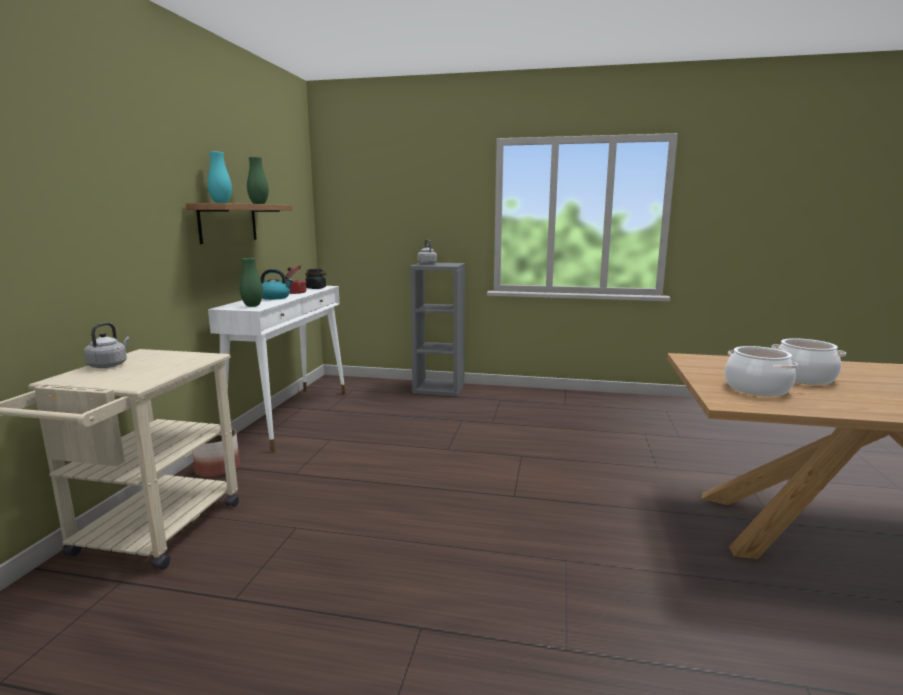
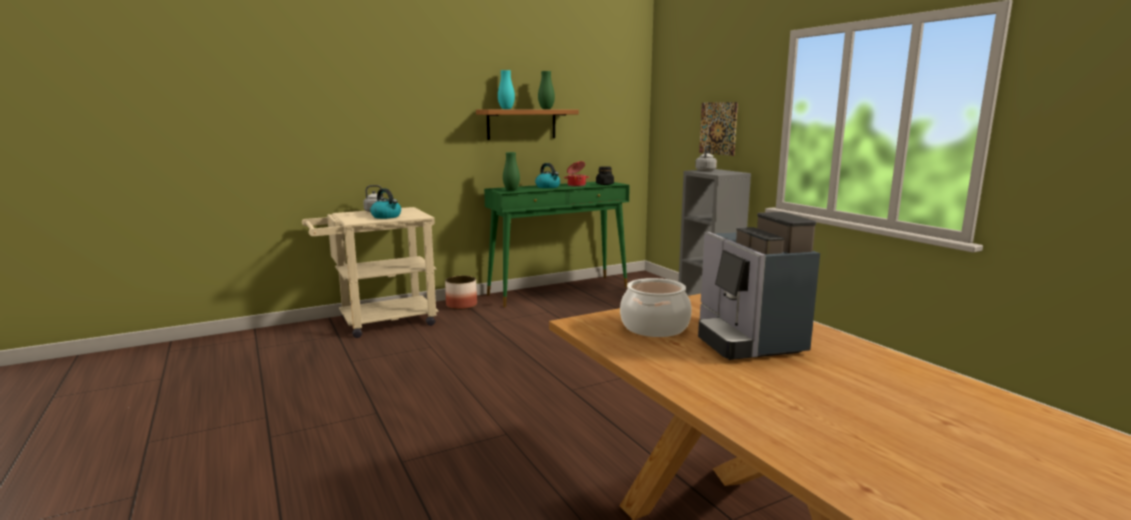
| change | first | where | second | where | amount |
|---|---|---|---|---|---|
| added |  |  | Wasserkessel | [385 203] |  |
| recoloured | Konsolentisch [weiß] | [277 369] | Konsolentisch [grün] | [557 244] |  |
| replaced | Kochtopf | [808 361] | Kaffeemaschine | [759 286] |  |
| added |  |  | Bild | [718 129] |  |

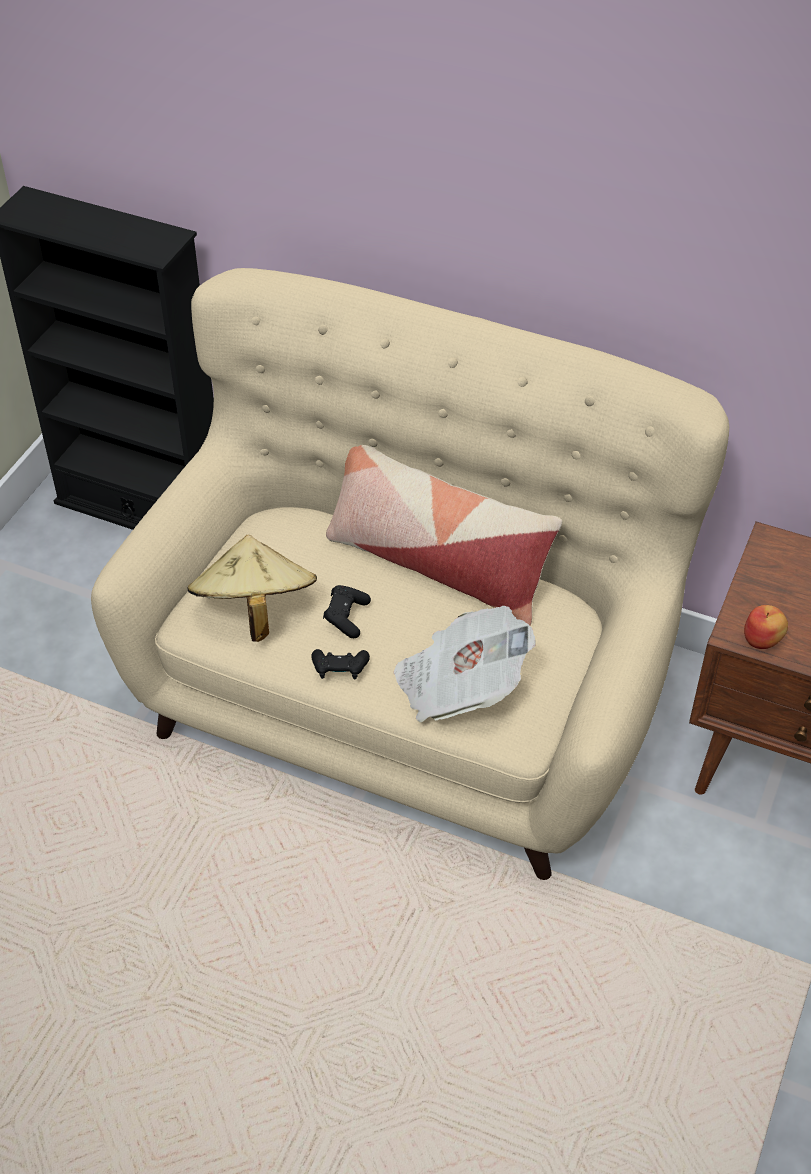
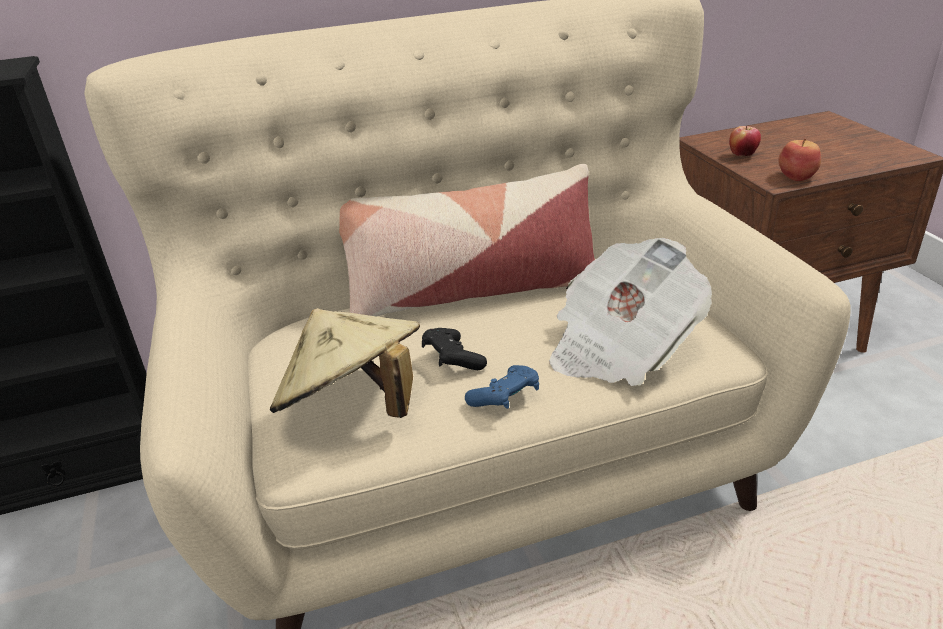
| change | first | where | second | where | amount |
|---|---|---|---|---|---|
| recoloured | Gamepad [schwarz] | [340 664] | Gamepad [blau] | [502 387] |  |
| added |  |  | Apfel | [745 141] |  |

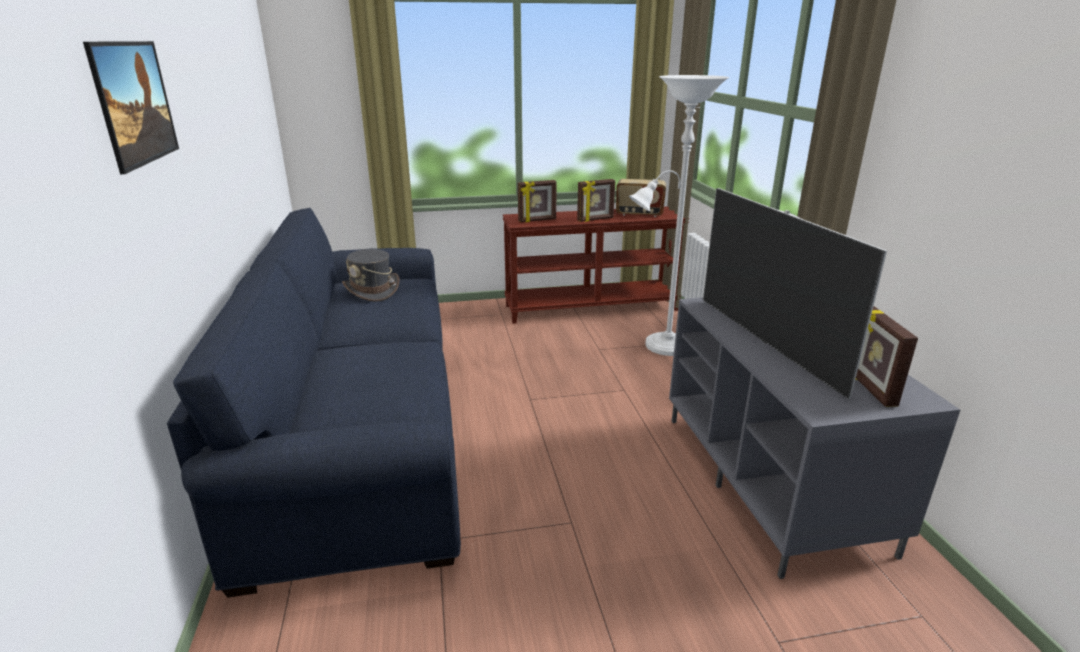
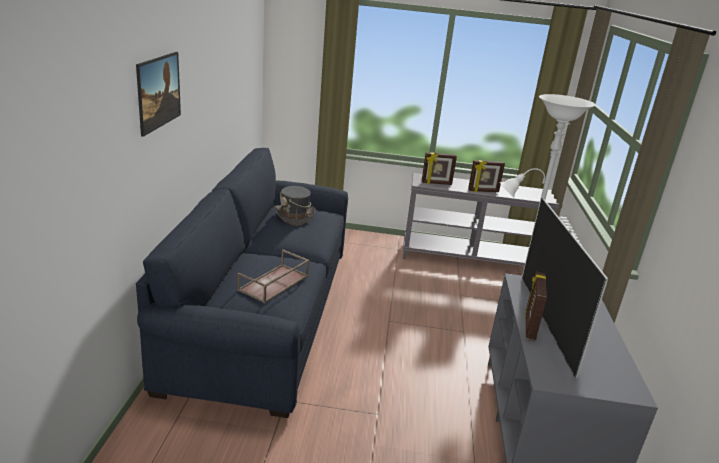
| change | first | where | second | where | amount |
|---|---|---|---|---|---|
| added |  |  | Tablett [braun] | [273 276] |  |
| recoloured | Konsolentisch [braun] | [595 265] | Konsolentisch [grau] | [483 219] |  |
| moved | Bilderrahmen | [886 357] |  | [536 306] |  |
| removed | Radio | [641 198] |  |  |  |

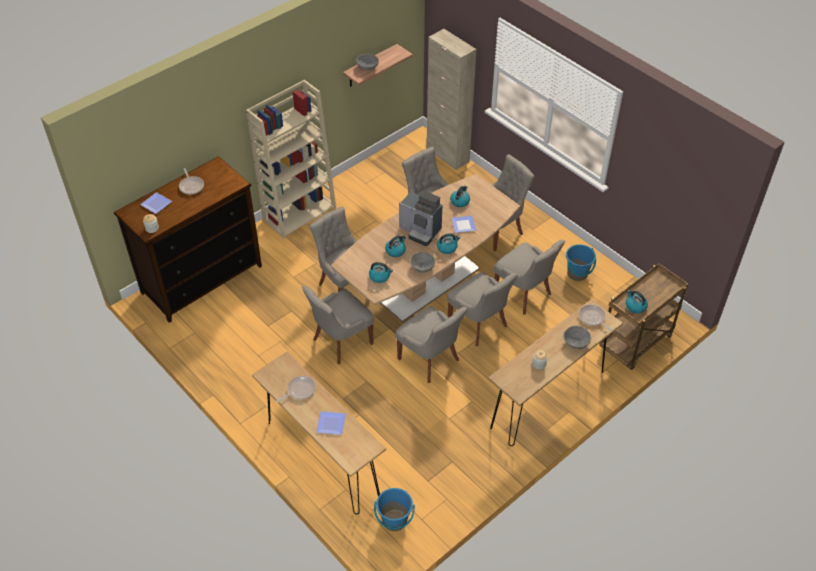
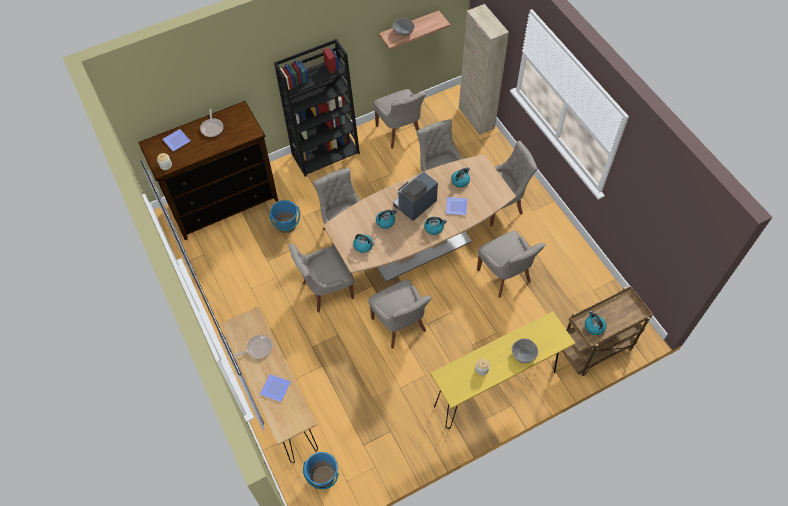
| change | first | where | second | where | amount |
|---|---|---|---|---|---|
| moved | Eimer [blau] | [581 262] |  | [284 216] |  |
| recoloured | Bücherregal [beige] | [291 159] | Bücherregal [schwarz] | [317 108] |  |
| moved | Stuhl [grau] | [482 309] |  | [400 119] |  |
| turned | Kaffeemaschine | [420 218] |  | [415 196] | 90 degrees clockwise |
| recoloured | Konsolentisch [braun] | [555 372] | Konsolentisch [gelb] | [502 370] |  |
| removed | Schüssel [grau] | [422 262] |  |  |  |
| removed | Pfanne | [596 318] |  |  |  |

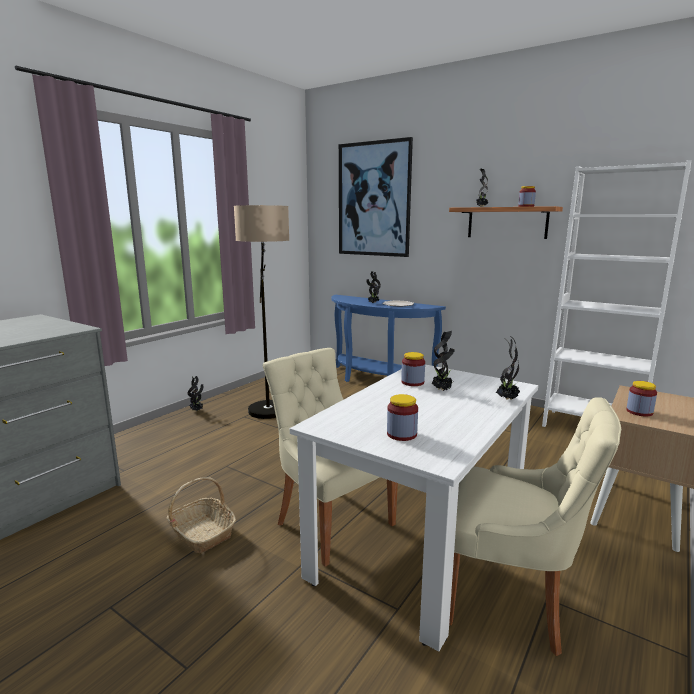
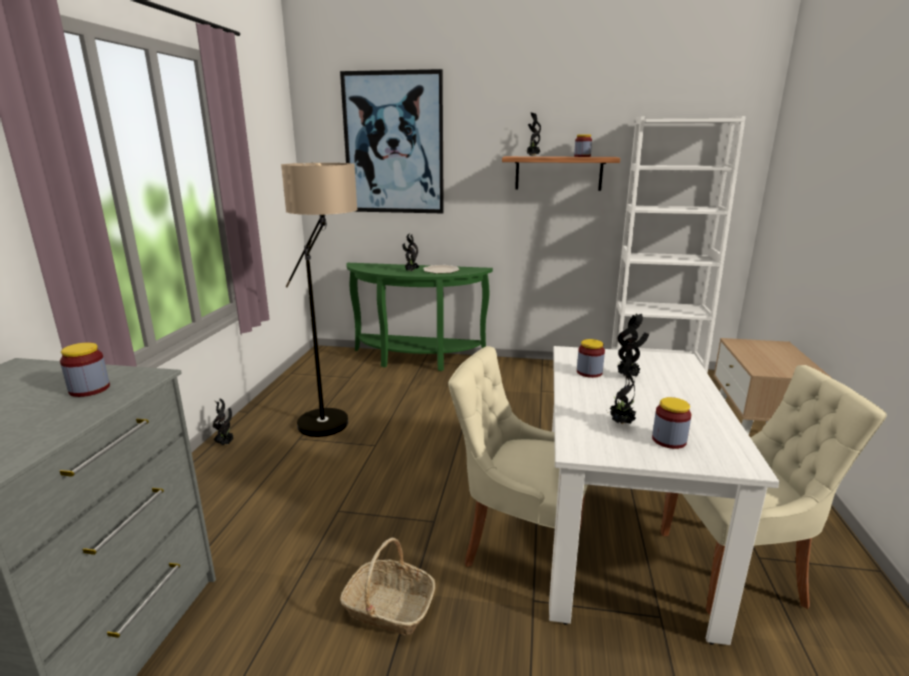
| change | first | where | second | where | amount |
|---|---|---|---|---|---|
| moved | Vorratsglas | [641 399] |  | [85 369] |  |
| recoloured | Konsolentisch [blau] | [388 338] | Konsolentisch [grün] | [419 317] |  |
| moved | Topfpflanze | [508 369] |  | [622 386] |  |

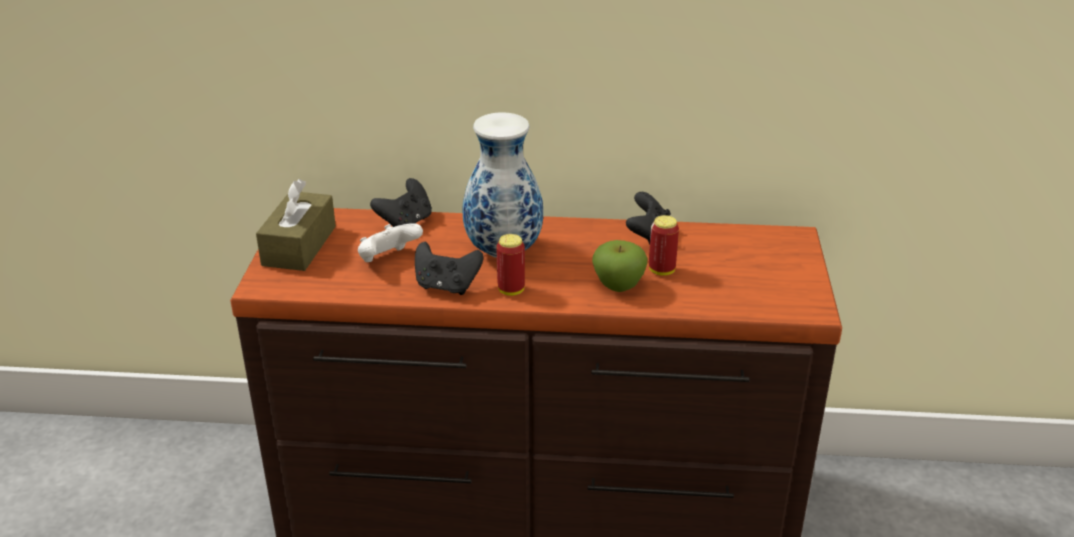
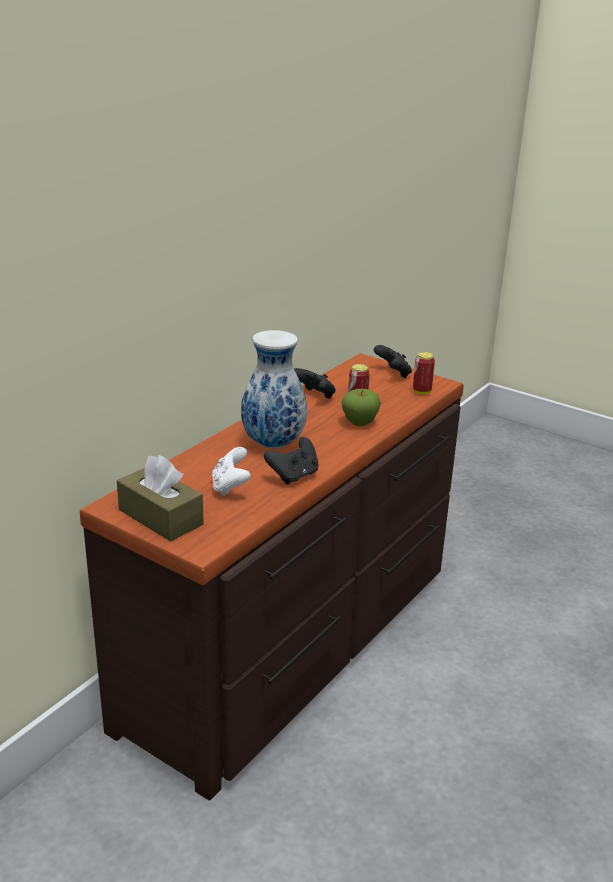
| change | first | where | second | where | amount |
|---|---|---|---|---|---|
| moved | Gamepad [schwarz] | [401 202] |  | [393 361] |  |
| moved | Dose | [510 265] |  | [424 373] |  |

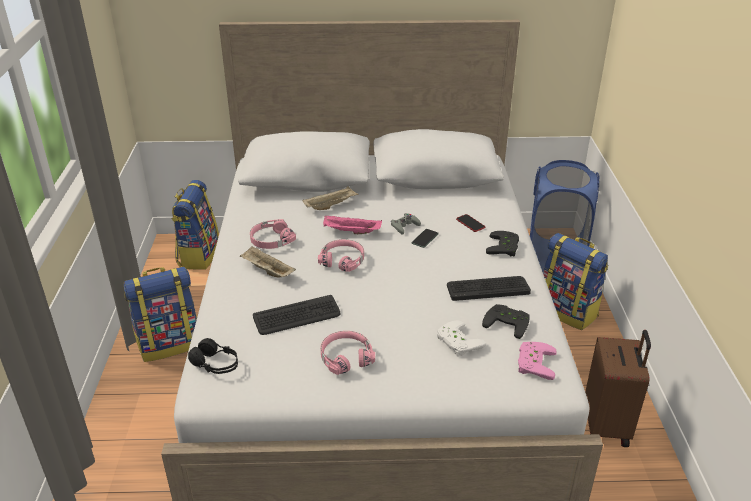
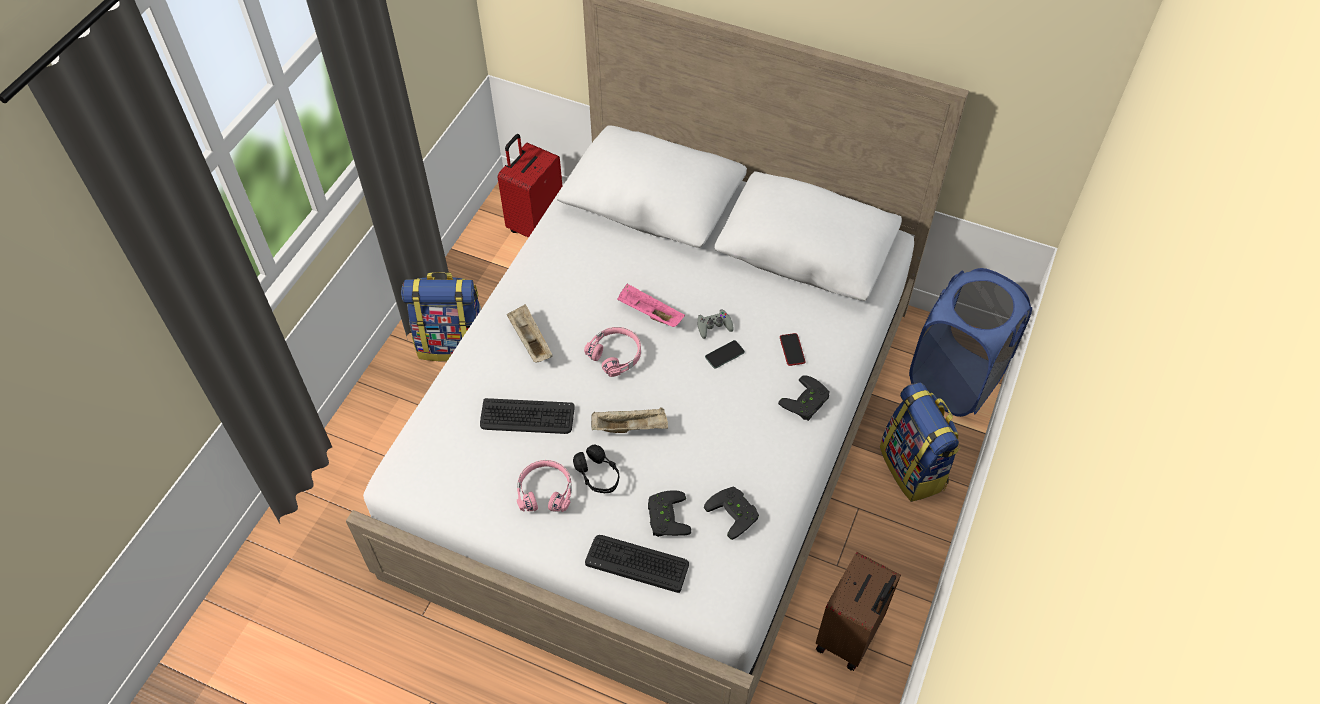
| change | first | where | second | where | amount |
|---|---|---|---|---|---|
| replaced | Rucksack | [195 225] | Koffer [rot] | [530 186] |  |
| moved | Kopfhörer [schwarz] | [213 356] |  | [596 468] |  |
| moved | Tastatur | [489 288] |  | [637 564] |  |
| moved | Tablett [beige] | [330 198] |  | [629 420] |  |
| recoloured | Gamepad [weiß] | [461 338] | Gamepad [schwarz] | [669 513] |  |
| removed | Kopfhörer [rosa] | [273 234] |  |  |  |
| removed | Gamepad [rosa] | [537 361] |  |  |  |

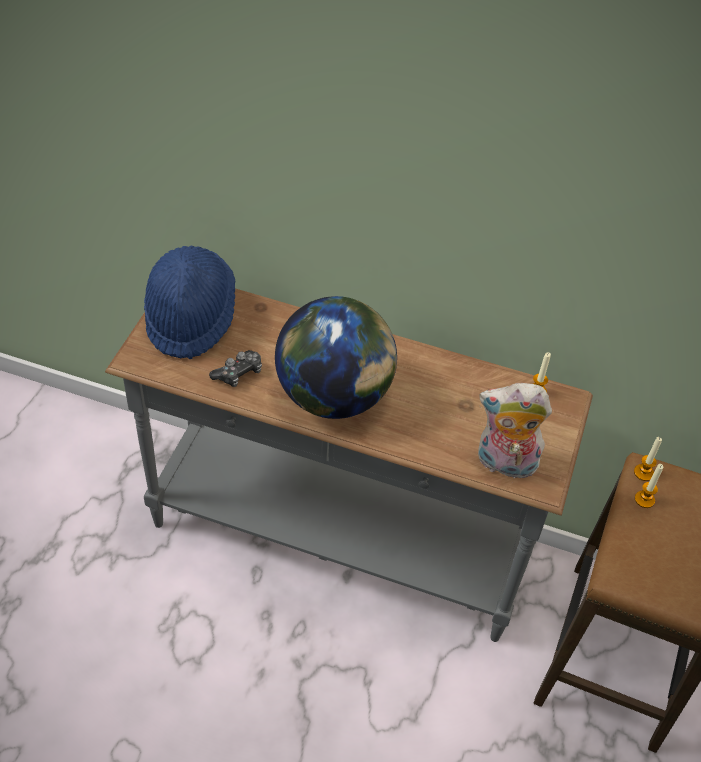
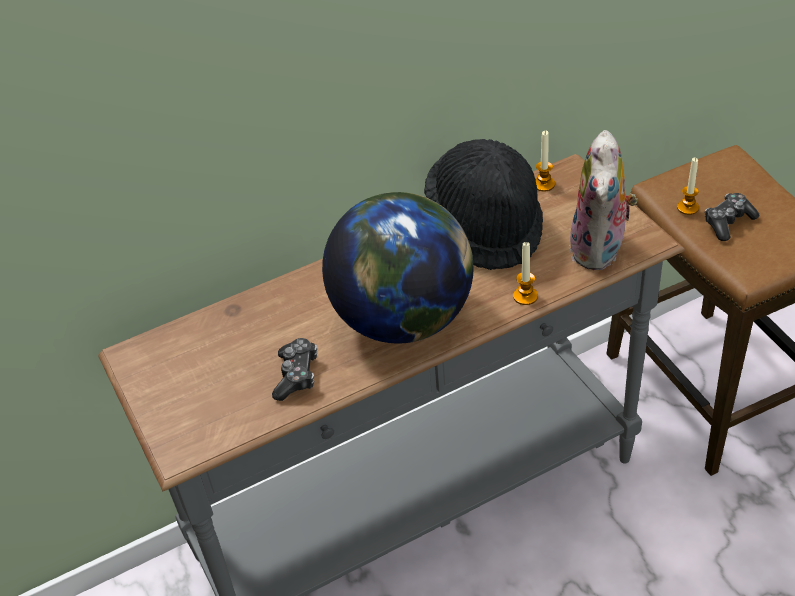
| change | first | where | second | where | amount |
|---|---|---|---|---|---|
| added |  |  | Hut [schwarz] | [483 204] |  |
| moved | Kerze | [648 459] |  | [525 273] |  |
| turned | Plüschtier | [515 431] |  | [603 200] | 45 degrees counterclockwise |
| added |  |  | Gamepad | [732 217] |  |
| removed | Hut [blau] | [189 302] |  |  |  |

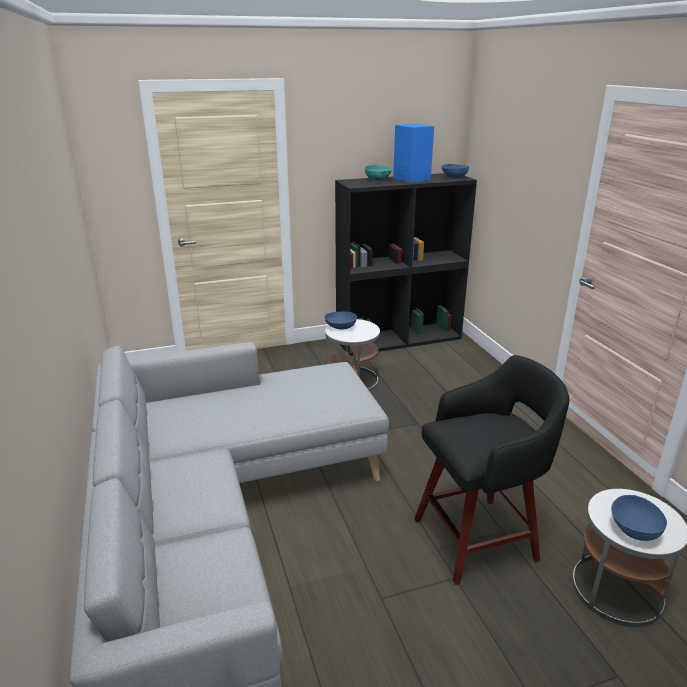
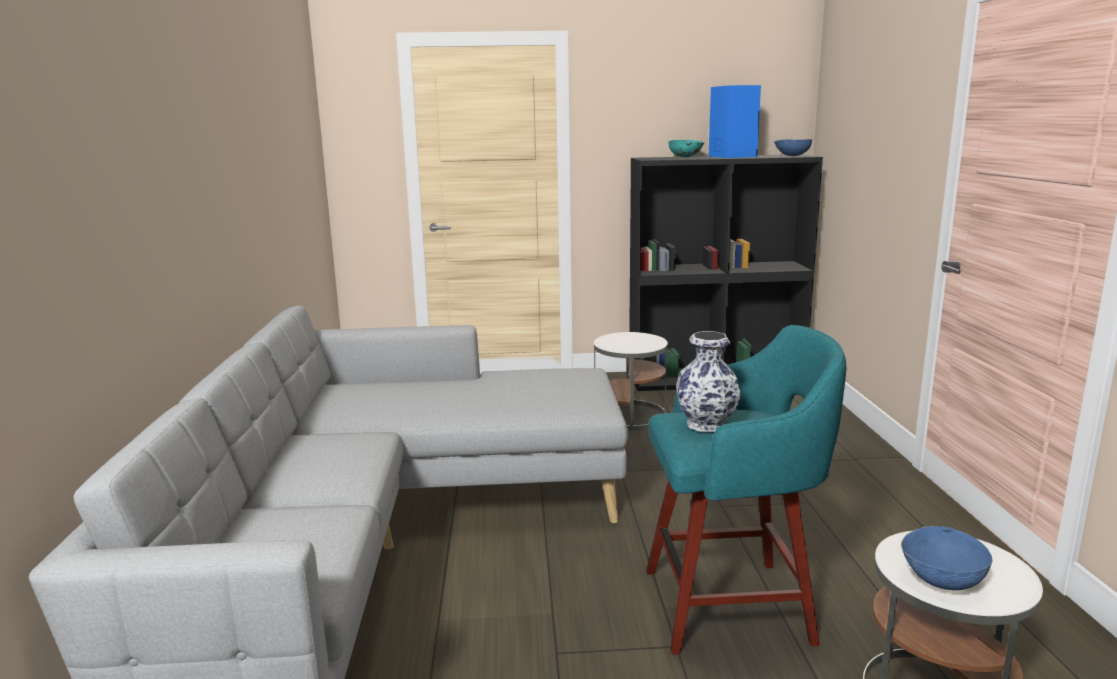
| change | first | where | second | where | amount |
|---|---|---|---|---|---|
| recoloured | Hocker [schwarz] | [491 470] | Hocker [türkis] | [746 490] |  |
| added |  |  | Vase | [708 381] |  |
| removed | Schüssel [blau] | [340 320] |  |  |  |

